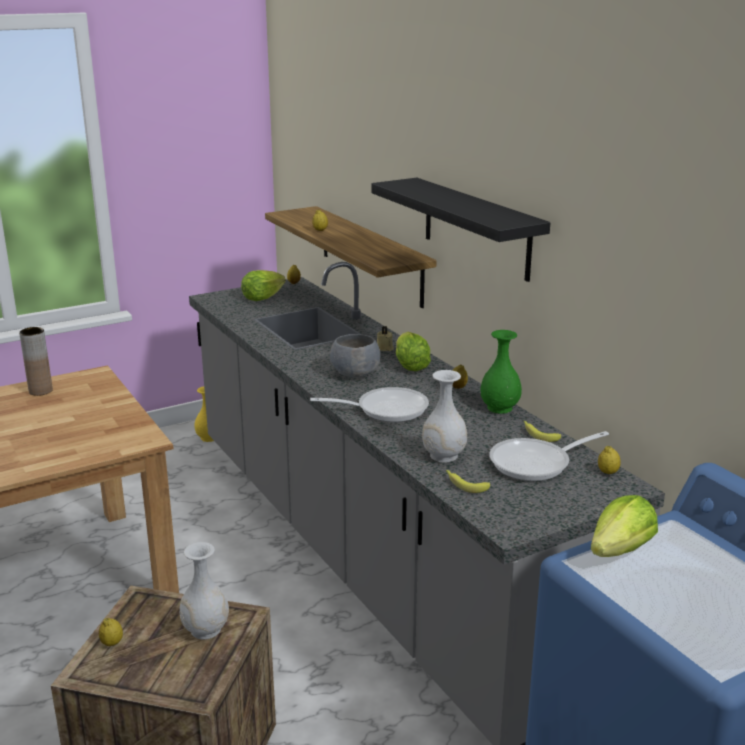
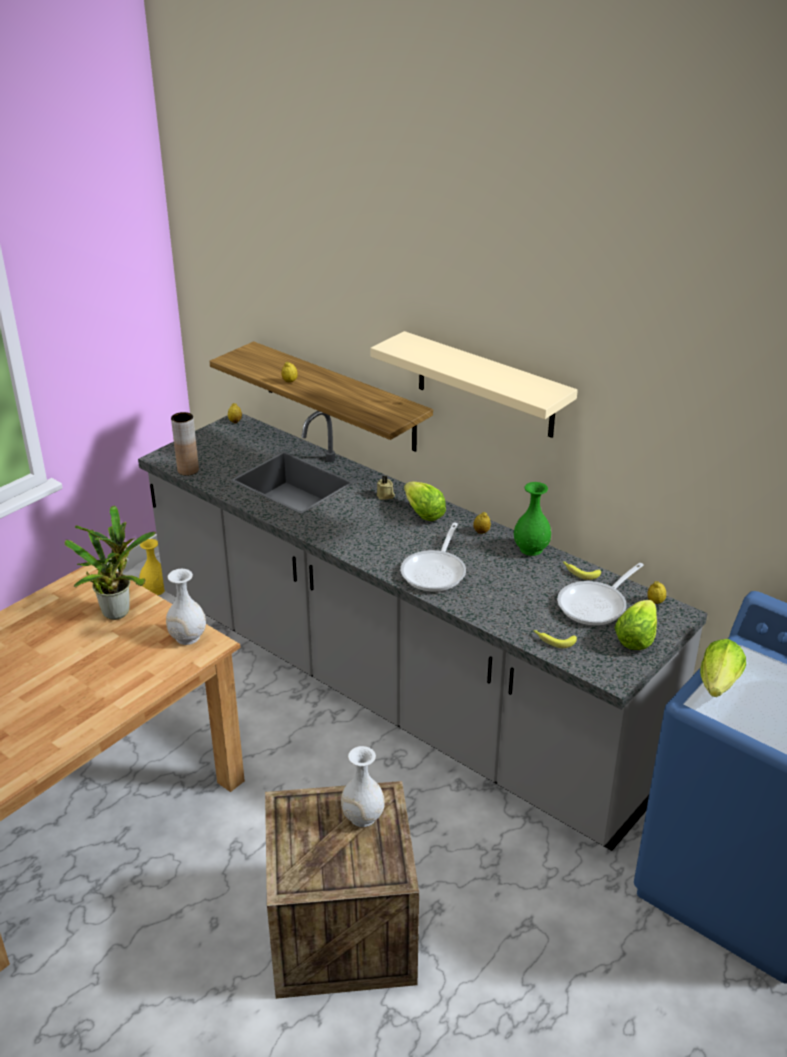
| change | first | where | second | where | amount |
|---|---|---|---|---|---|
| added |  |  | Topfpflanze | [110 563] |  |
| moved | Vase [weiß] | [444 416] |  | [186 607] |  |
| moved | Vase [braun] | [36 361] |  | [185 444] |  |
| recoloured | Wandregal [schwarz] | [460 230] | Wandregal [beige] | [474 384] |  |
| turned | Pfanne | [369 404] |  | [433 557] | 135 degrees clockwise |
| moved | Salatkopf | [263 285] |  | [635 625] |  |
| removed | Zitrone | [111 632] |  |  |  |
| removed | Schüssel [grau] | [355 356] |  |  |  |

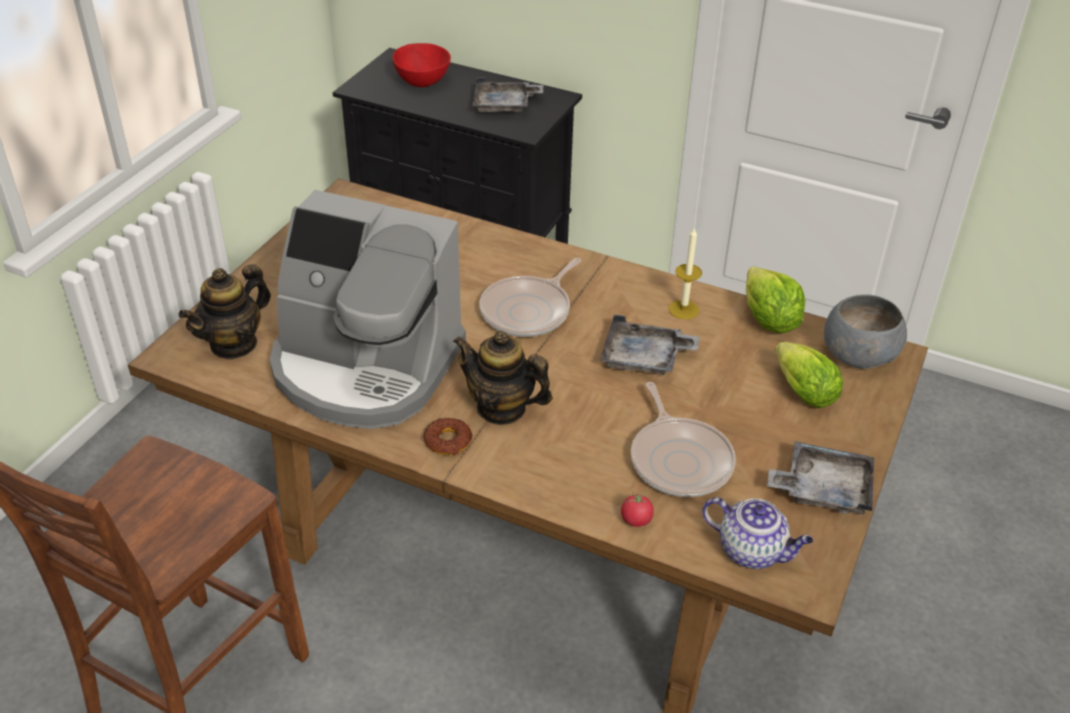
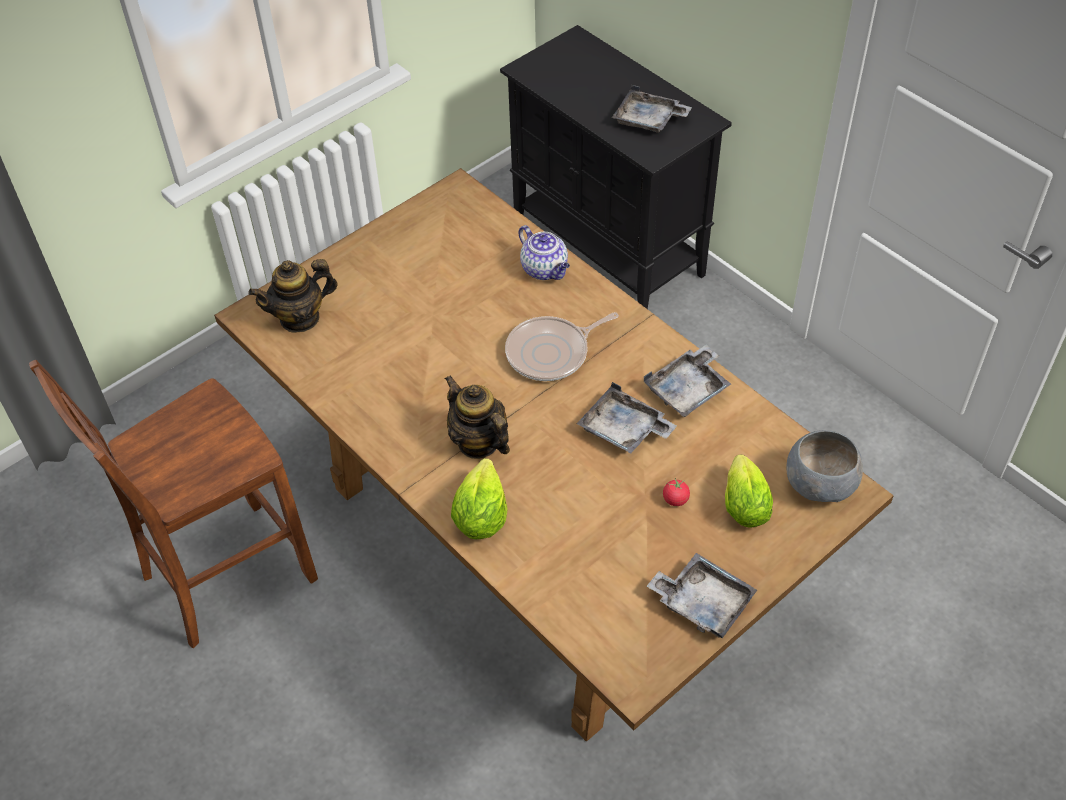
| change | first | where | second | where | amount |
|---|---|---|---|---|---|
| moved | Salatkopf | [776 299] |  | [479 498] |  |
| moved | Teekanne | [757 533] |  | [544 252] |  |
| replaced | Kerze | [685 273] | Tablett [grau] | [687 381] |  |
| moved | Tomate | [637 509] |  | [676 492] |  |
| removed | Kaffeemaschine | [368 309] |  |  |  |
| removed | Schüssel [rot] | [421 65] |  |  |  |
| removed | Donut | [447 436] |  |  |  |
| removed | Pfanne | [683 439] |  |  |  |

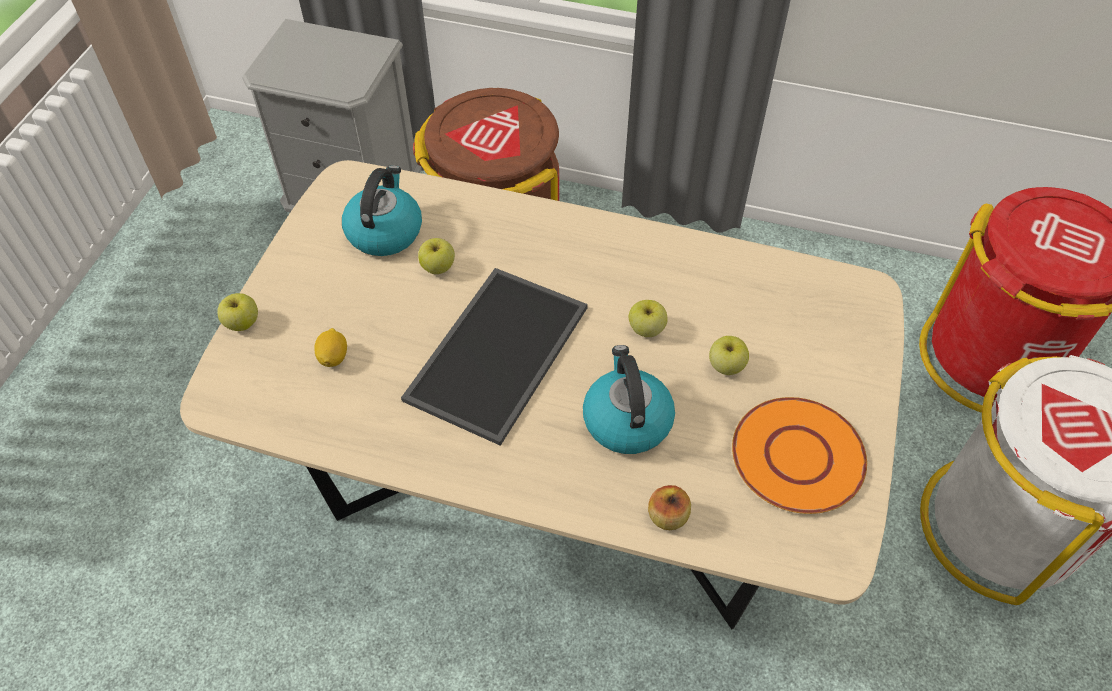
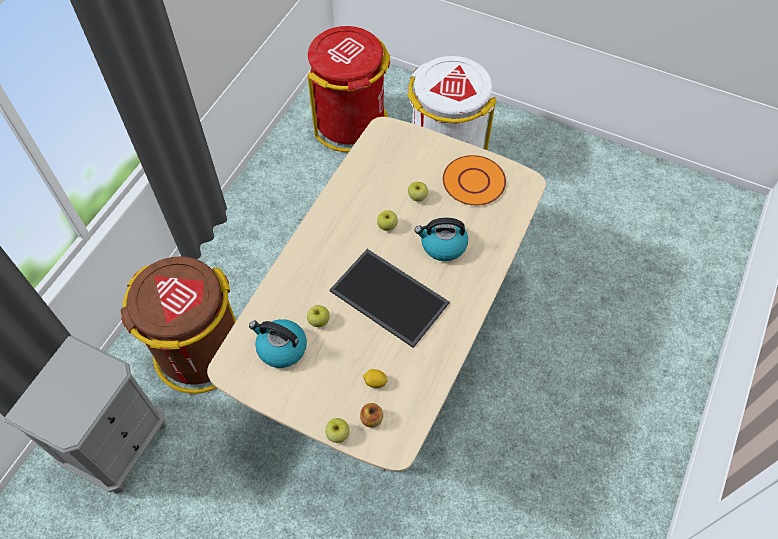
| change | first | where | second | where | amount |
|---|---|---|---|---|---|
| moved | Apfel | [669 507] |  | [371 415] |  |

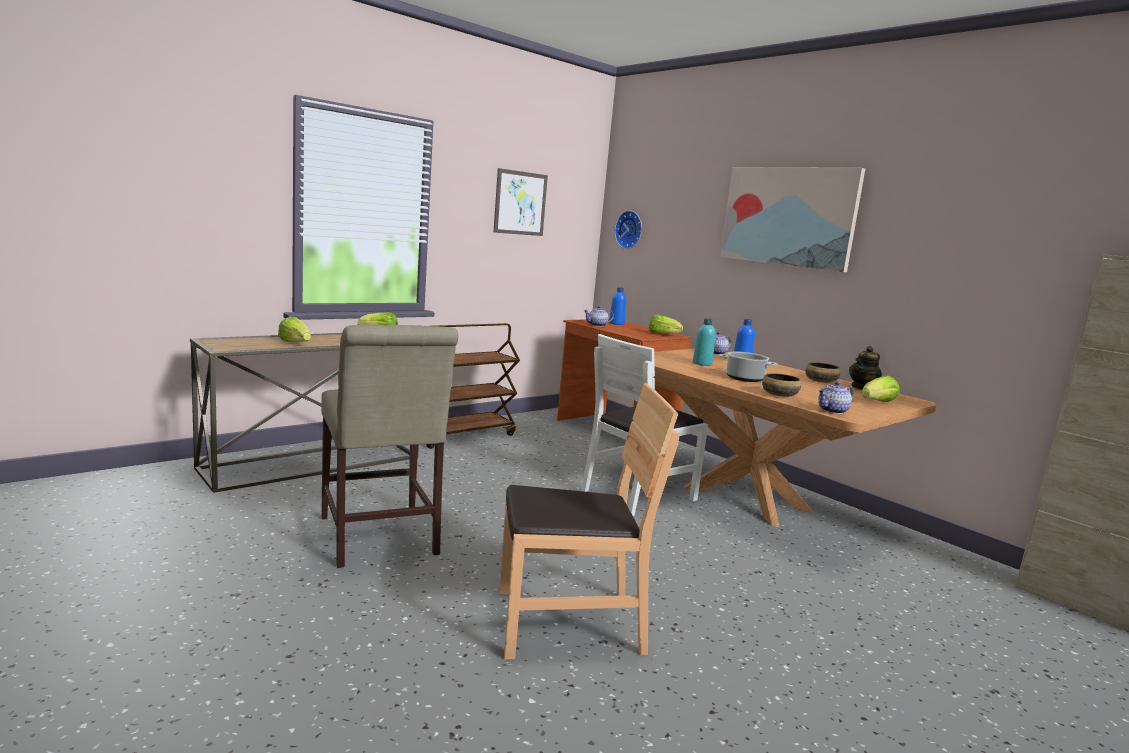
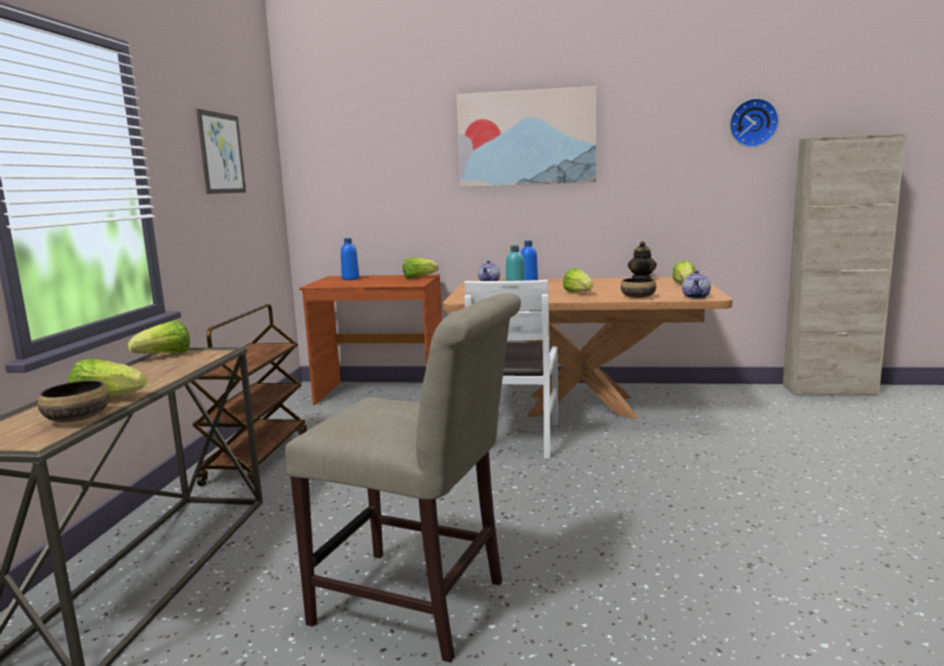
| change | first | where | second | where | amount |
|---|---|---|---|---|---|
| moved | Schüssel | [822 372] |  | [74 401] |  |
| replaced | Kochtopf | [748 366] | Salatkopf | [578 280] |  |
| moved | Wanduhr | [628 230] |  | [754 122] |  |
| removed | Stuhl [braun] | [589 521] |  |  |  |
| removed | Teekanne | [599 316] |  |  |  |

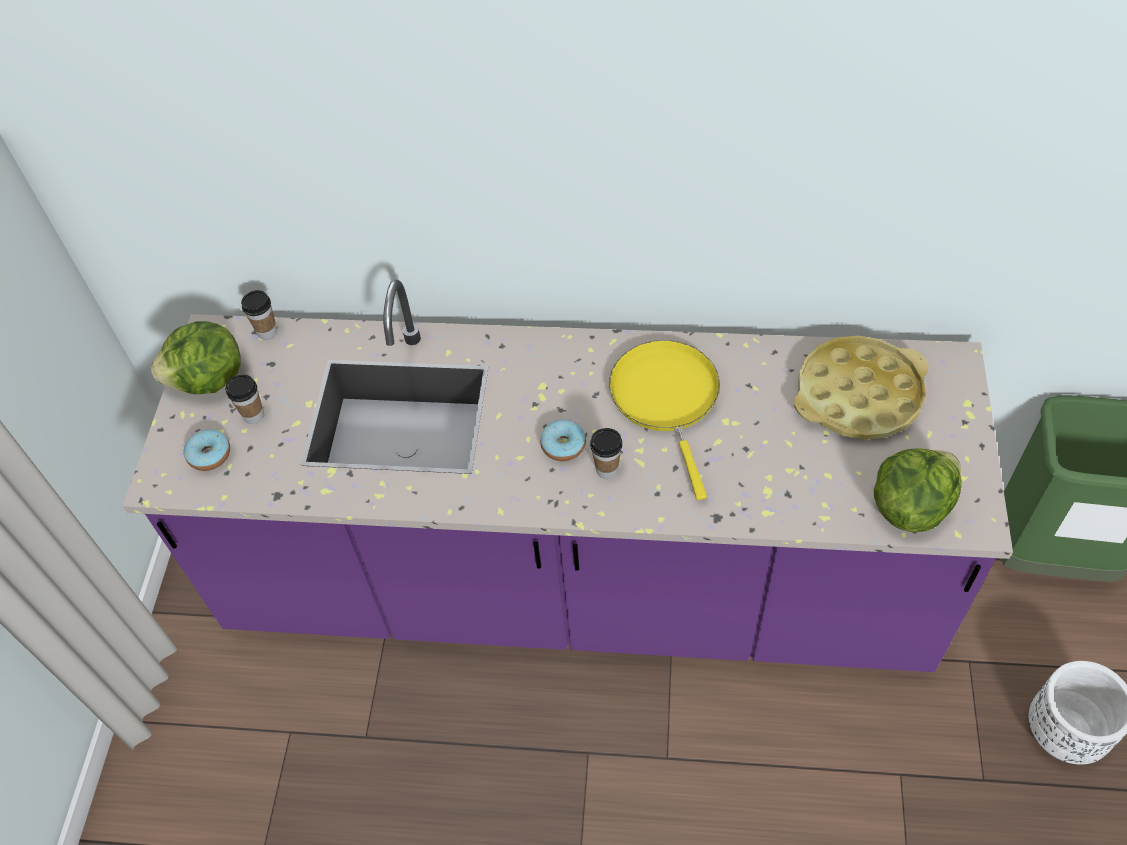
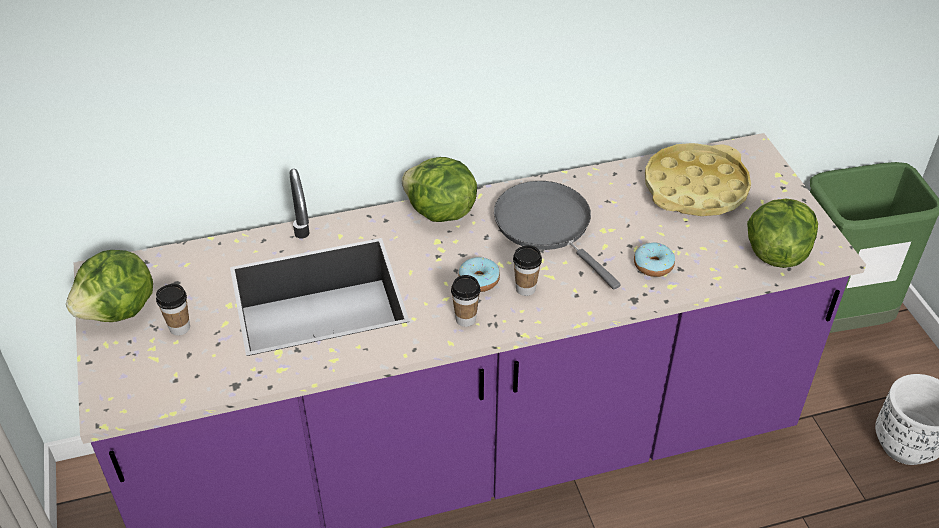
| change | first | where | second | where | amount |
|---|---|---|---|---|---|
| added |  |  | Salatkopf | [439 189] |  |
| moved | Tasse | [259 315] |  | [466 301] |  |
| recoloured | Pfanne [gelb] | [664 420] | Pfanne [grau] | [557 235] |  |
| moved | Donut | [206 450] |  | [654 259] |  |

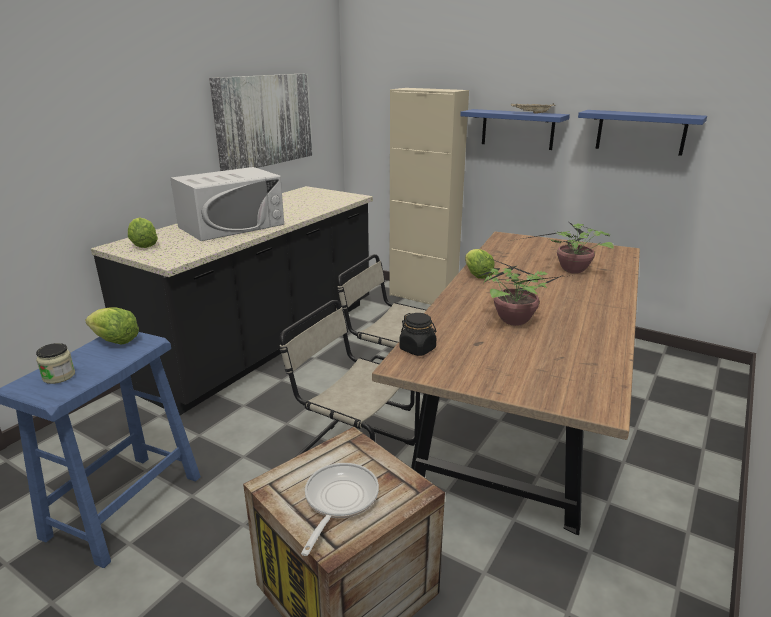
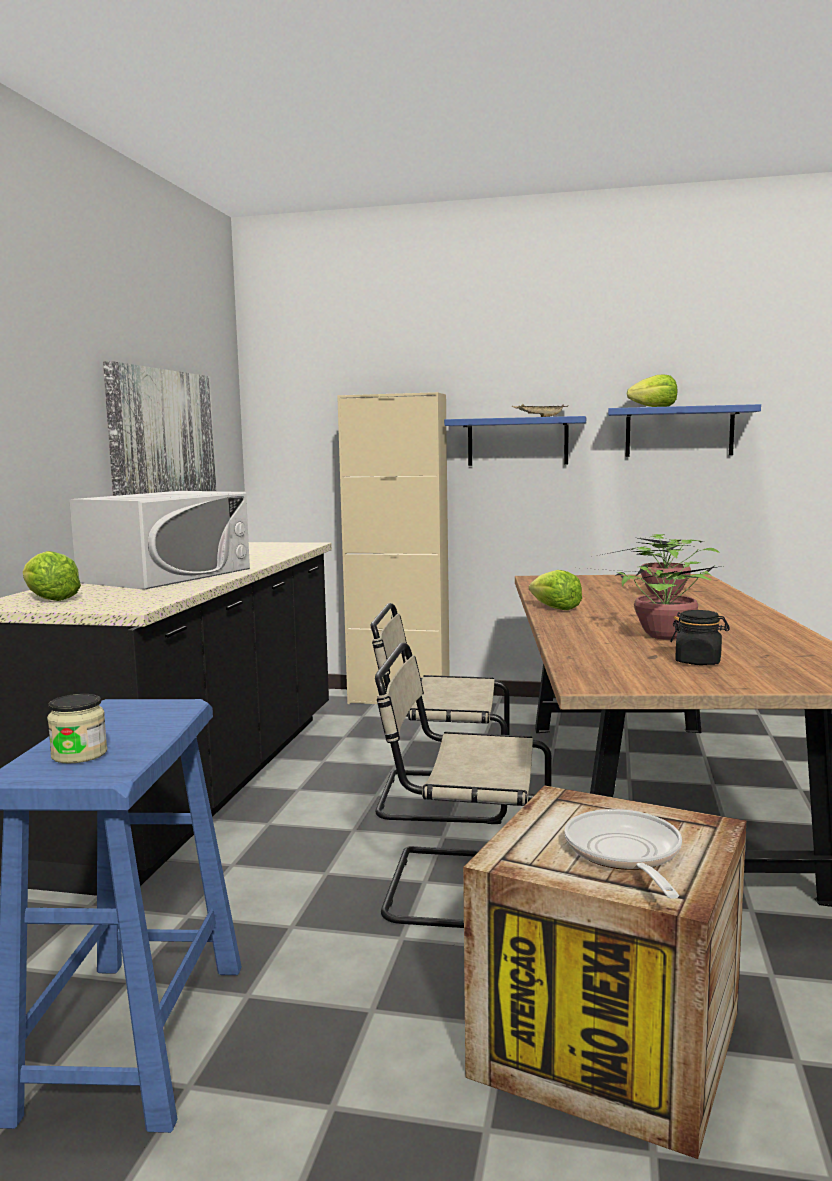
| change | first | where | second | where | amount |
|---|---|---|---|---|---|
| moved | Salatkopf | [112 326] |  | [652 391] |  |
| moved | Vorratsglas [schwarz] | [418 334] |  | [700 637] |  |

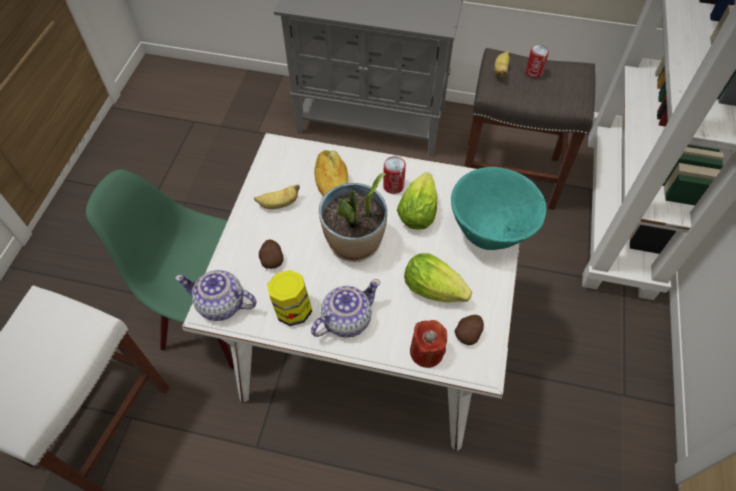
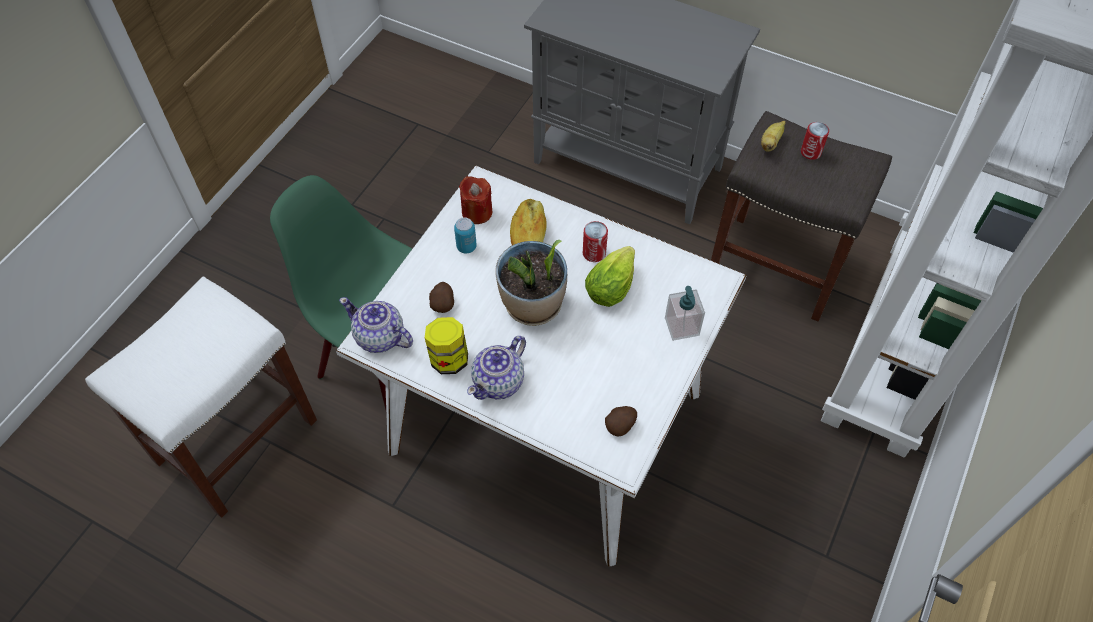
| change | first | where | second | where | amount |
|---|---|---|---|---|---|
| replaced | Banane | [277 196] | Dose | [465 235] |  |
| moved | Kerze [rot] | [428 344] |  | [475 200] |  |
| turned | Teekanne | [345 308] |  | [496 368] | 150 degrees clockwise |
| replaced | Schüssel [türkis] | [499 208] | Seifenspender | [685 313] |  |
| removed | Salatkopf | [438 277] |  |  |  |

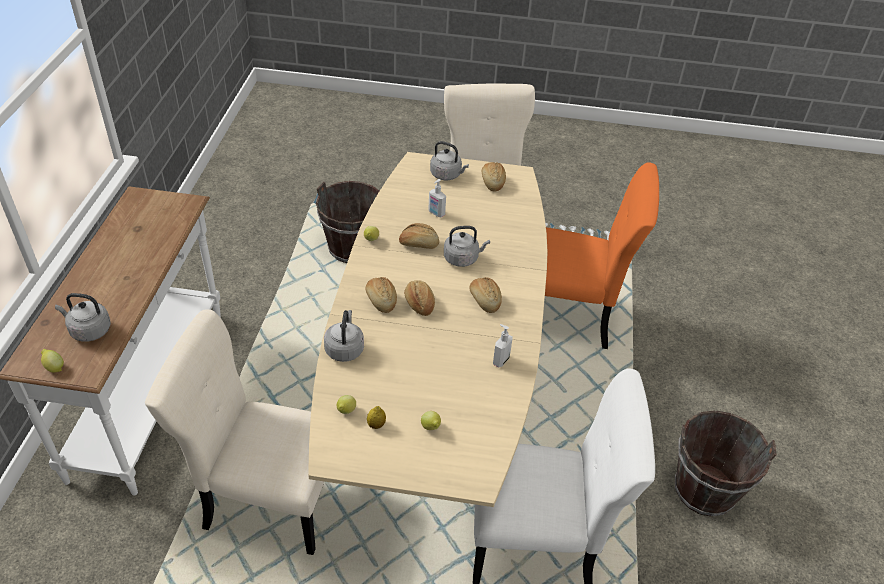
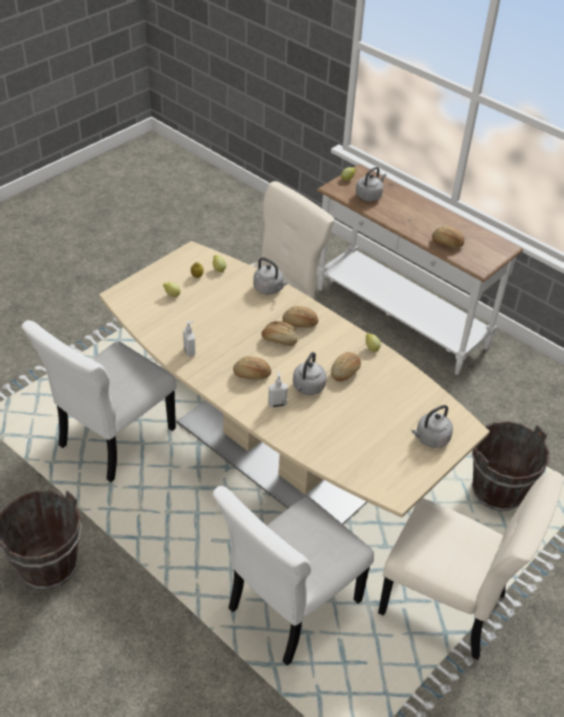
| change | first | where | second | where | amount |
|---|---|---|---|---|---|
| recoloured | Stuhl [orange] | [602 255] | Stuhl [weiß] | [293 576] |  |
| moved | Seifenspender | [437 198] |  | [278 389] |  |
| moved | Brot | [494 177] |  | [448 237] |  |

